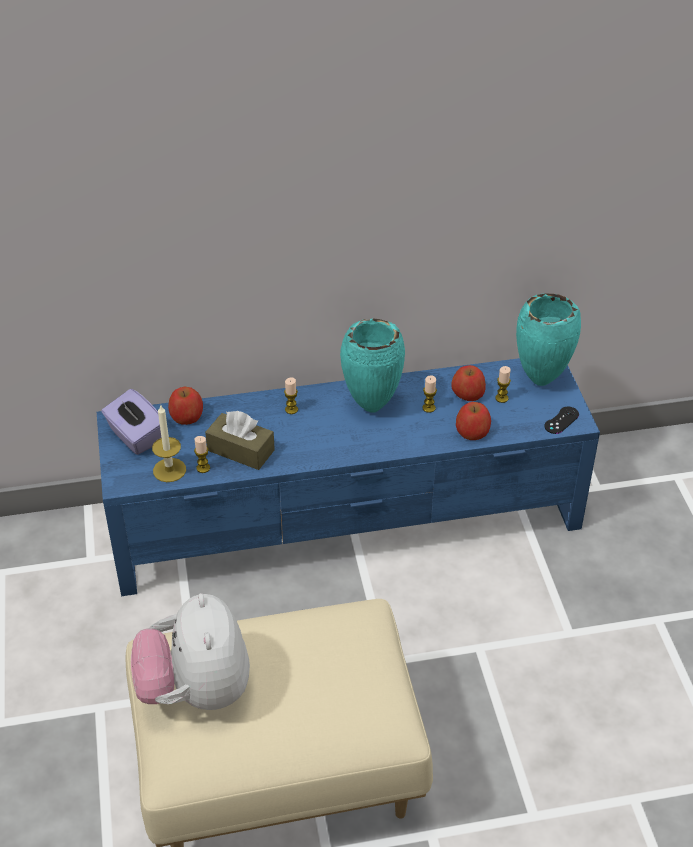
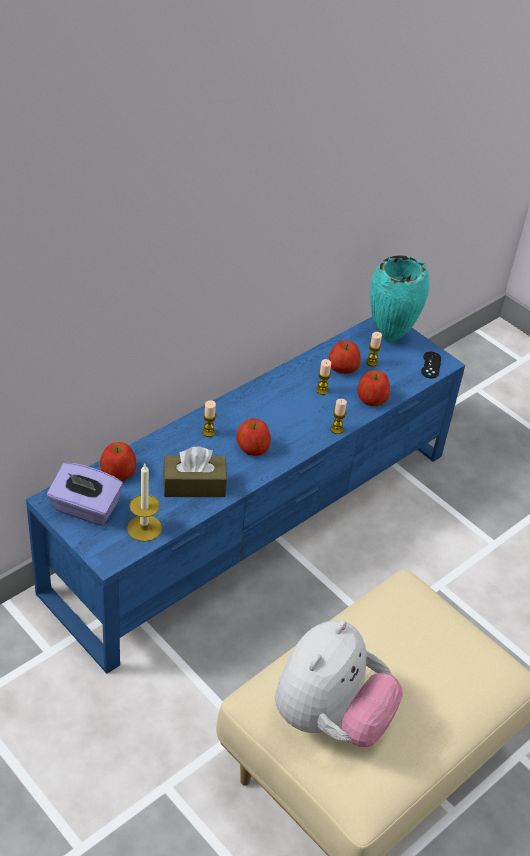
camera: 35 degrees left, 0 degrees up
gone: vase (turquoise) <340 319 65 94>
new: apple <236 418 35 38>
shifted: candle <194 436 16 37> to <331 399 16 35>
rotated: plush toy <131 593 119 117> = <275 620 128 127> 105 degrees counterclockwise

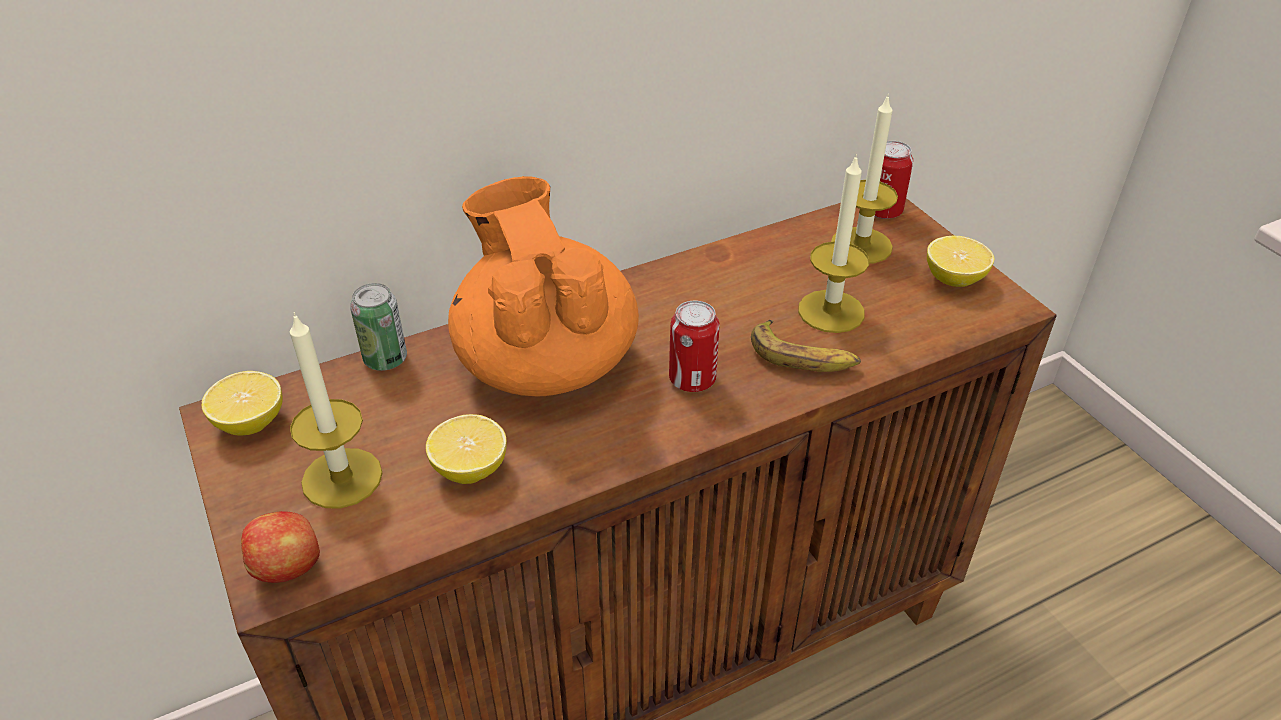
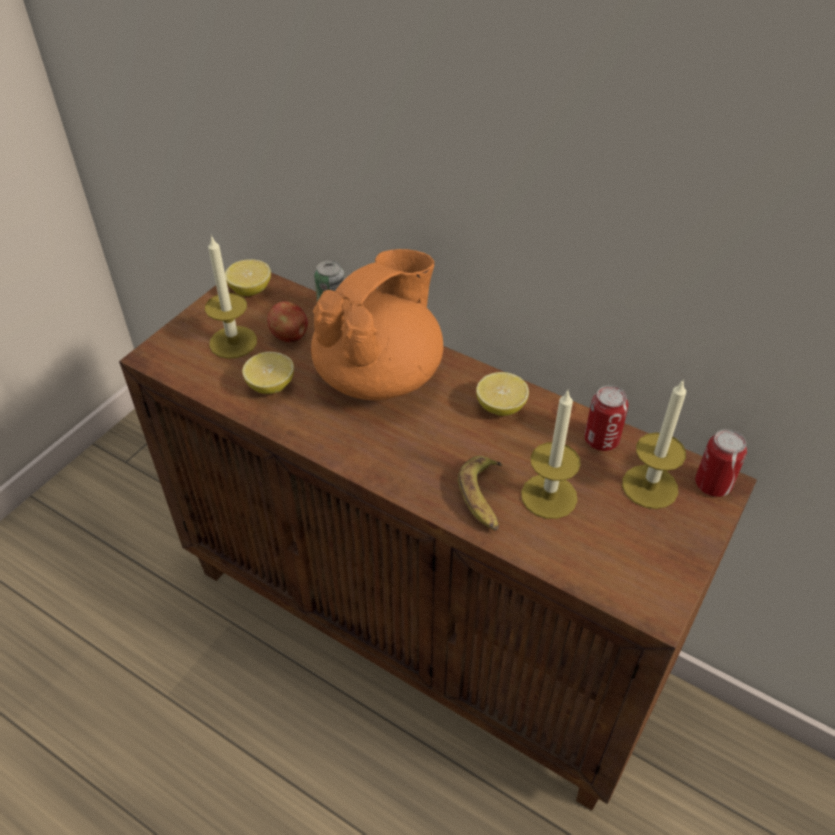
camera: 60 degrees right, 5 degrees up
shifted: lemon <927 236 67 51> to <476 372 53 44>; can <669 301 51 91> to <584 385 44 66>; apple <241 511 79 72> to <267 302 41 40>

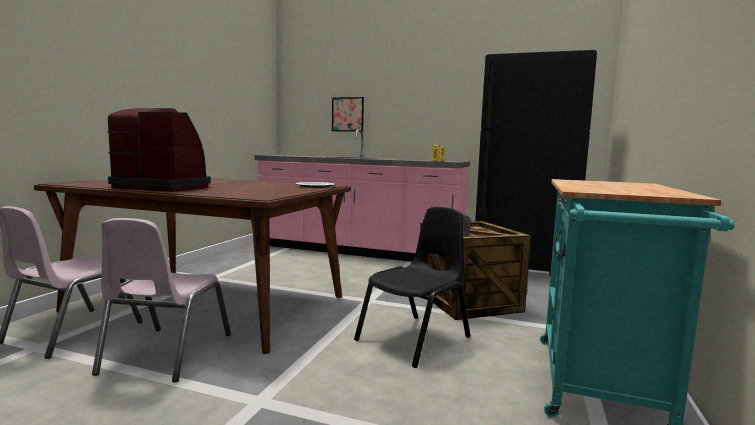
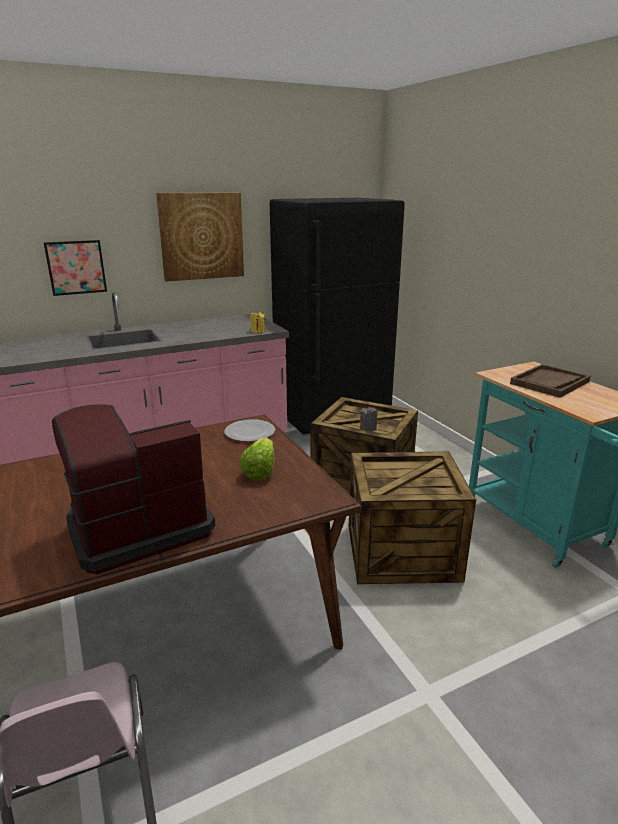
camera: 45 degrees left, 15 degrees up
gone: chair (pink) <92 218 139 164>
new: picture <156 192 88 89>; tray (brown) <510 364 81 34>; lettuce <240 438 34 43>
swapped: chair (black) <354 207 116 161> to crate <349 452 127 132>

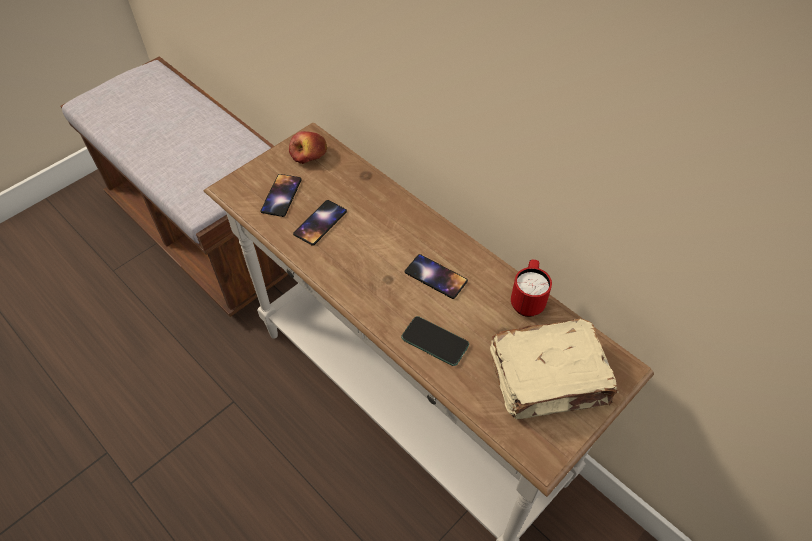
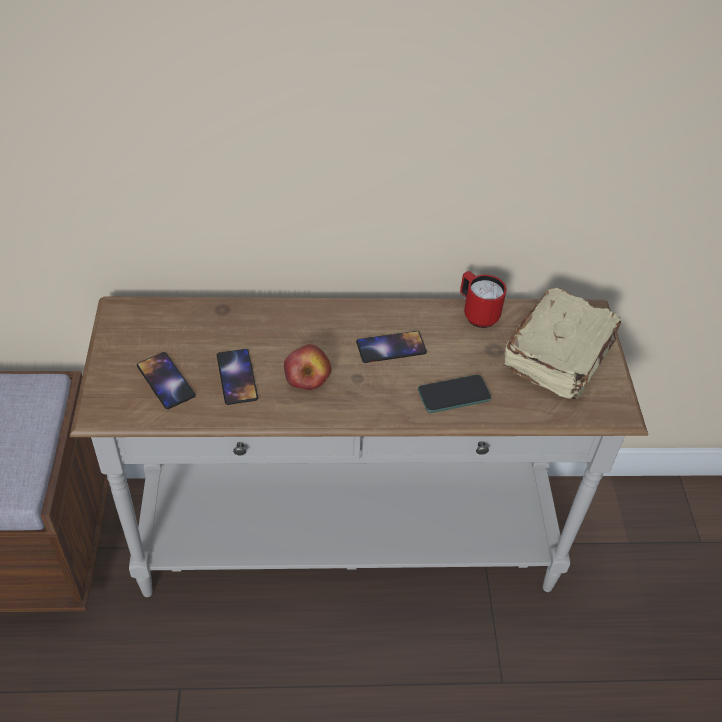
camera: 50 degrees left, 5 degrees down
shifted: apple <289 131 38 33> to <284 344 48 46>

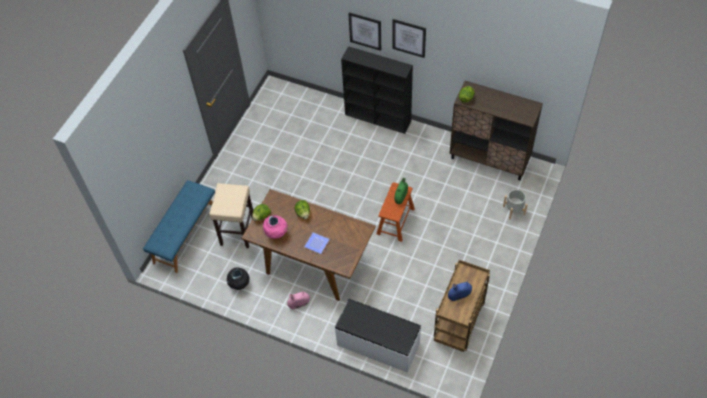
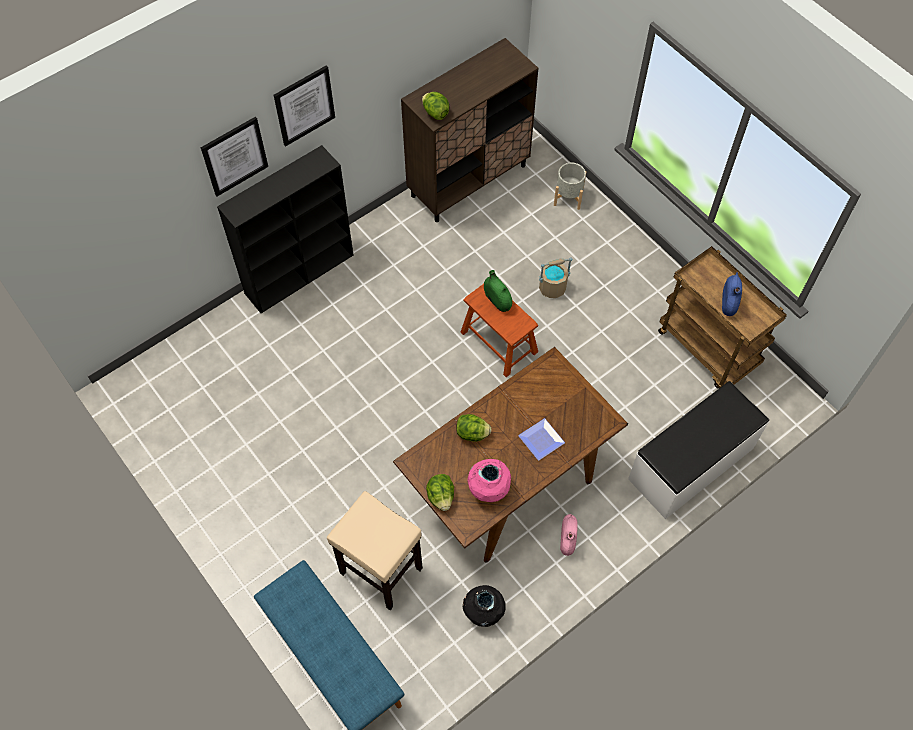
camera: 65 degrees left, 5 degrees up
new: bucket (beige) <539 258 34 40>

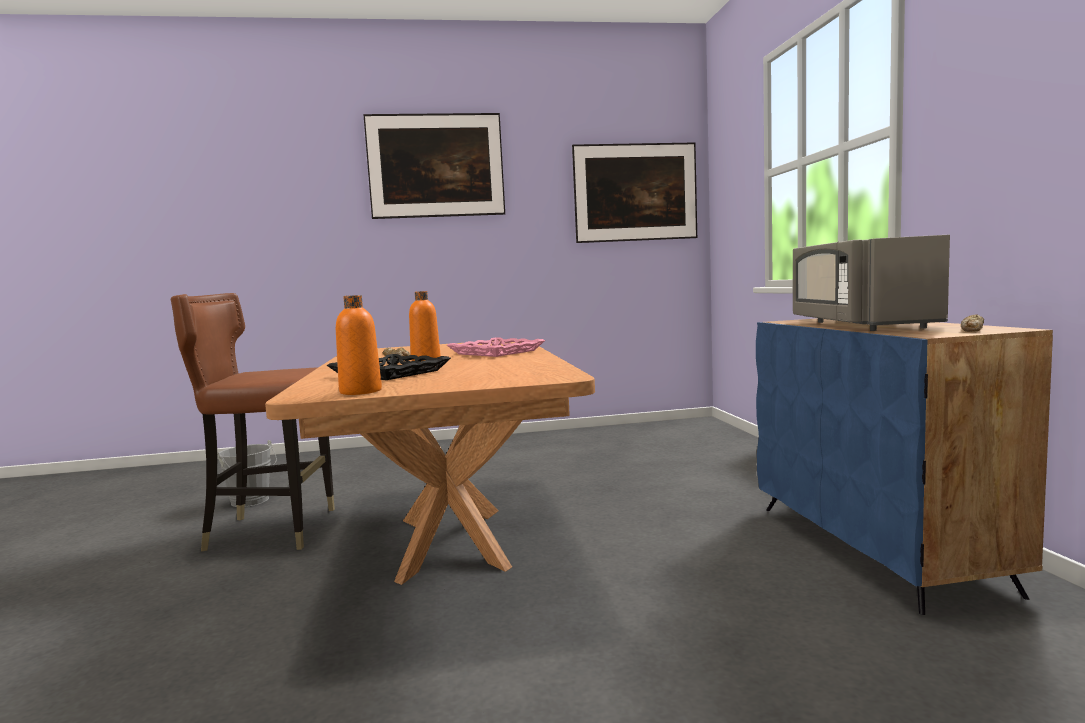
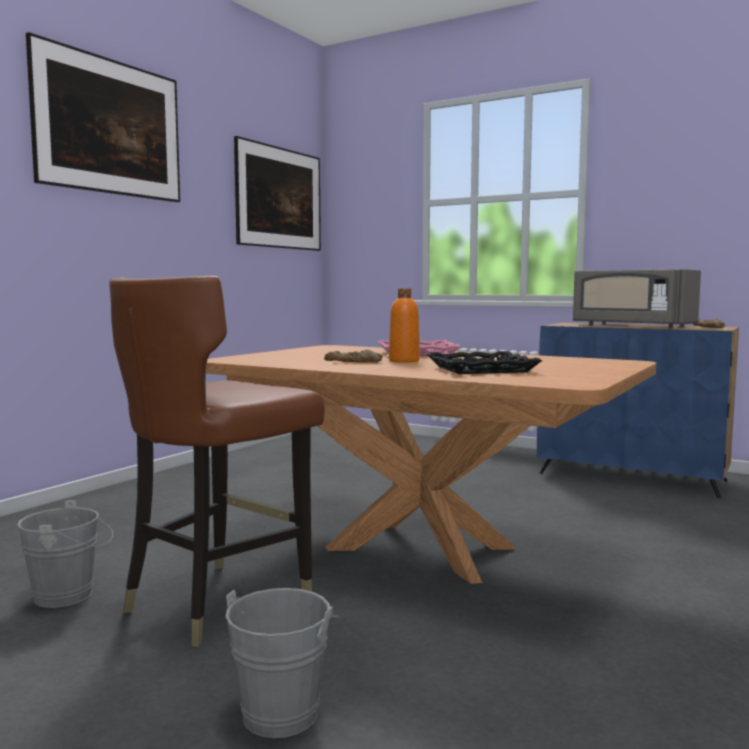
camera: 50 degrees left, 0 degrees up
gone: bottle (orange) <336 295 46 100>
new: bucket (grey) <225 588 116 150>

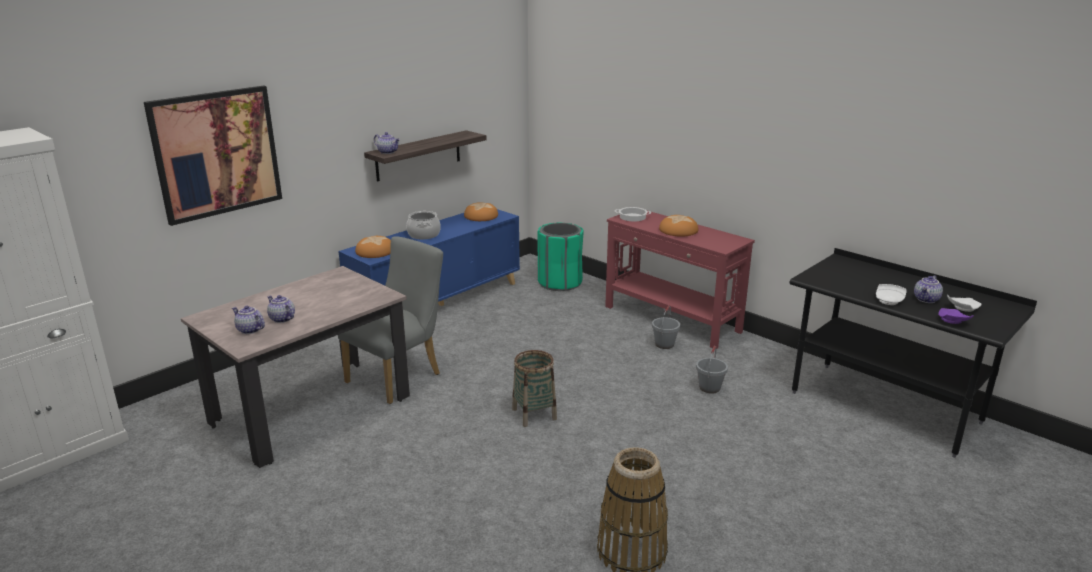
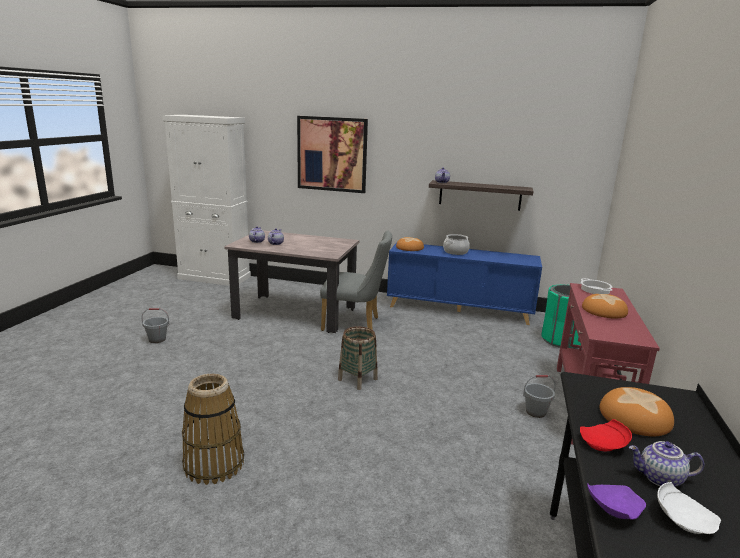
camera: 60 degrees right, 5 degrees down
shifted: bread <464 202 34 19> to <600 387 74 49>; bucket (grey) <696 346 32 48> to <141 308 28 35>
repainted: plate (white) <876 284 30 21> to plate (red) <580 419 52 32>

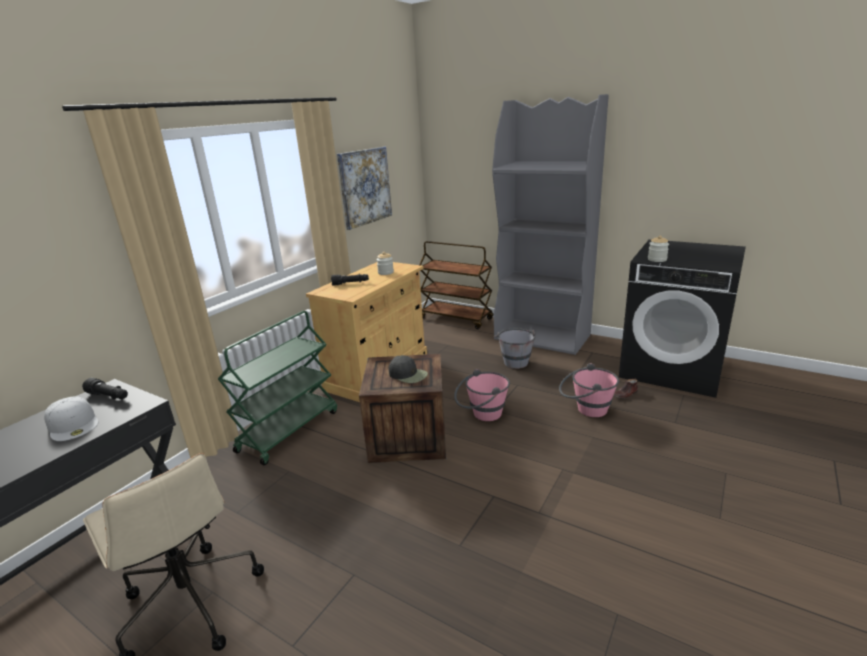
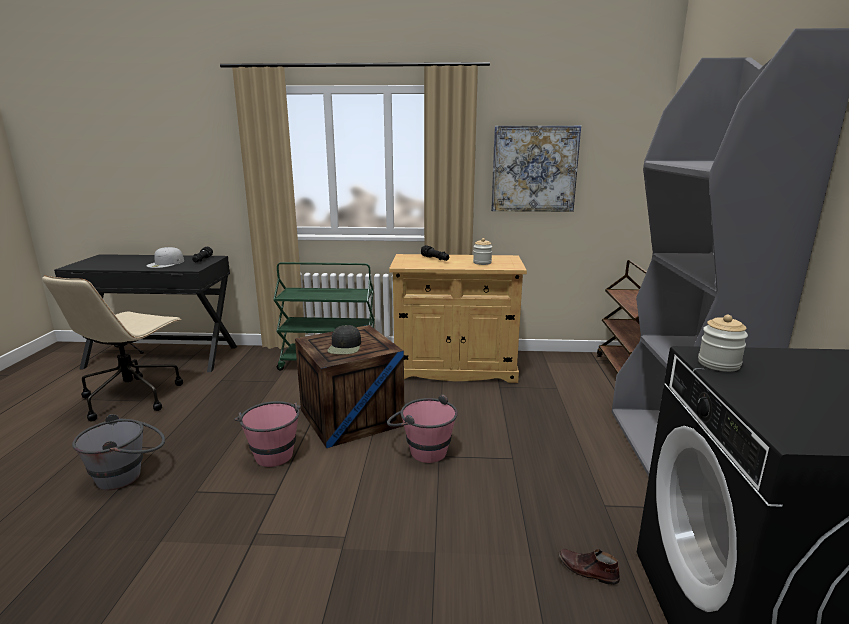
camera: 60 degrees right, 5 degrees down
shifted: bucket (grey) <494 328 42 41> to <72 414 93 76>; bucket (pink) <559 363 60 54> to <234 401 67 66>

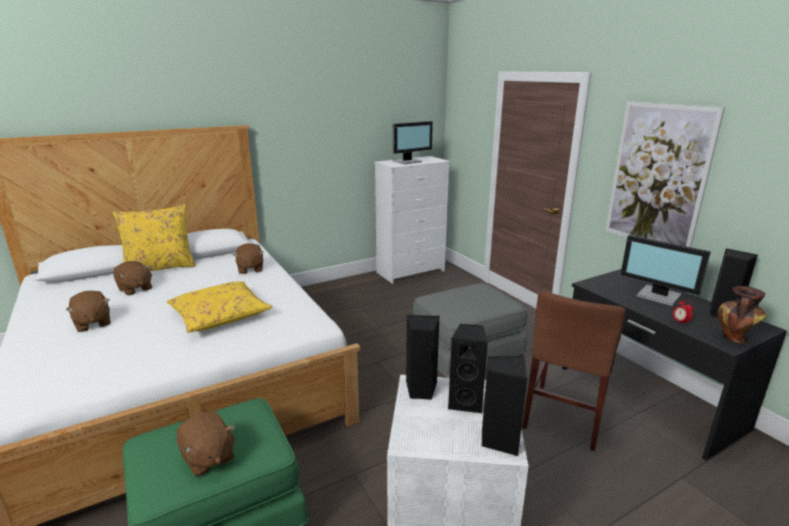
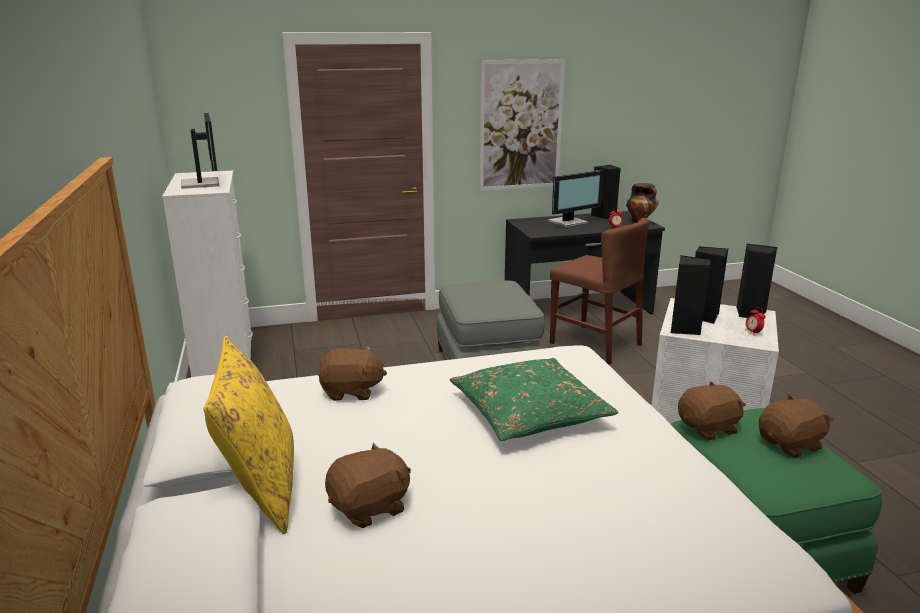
camera: 75 degrees left, 0 degrees up
new: alarm clock <745 307 21 26>
shifted: plush toy (brown) <66 291 44 41> to <678 381 68 59>
repainted: pillow (yellow) <167 281 106 51> to pillow (green) <450 358 168 83>

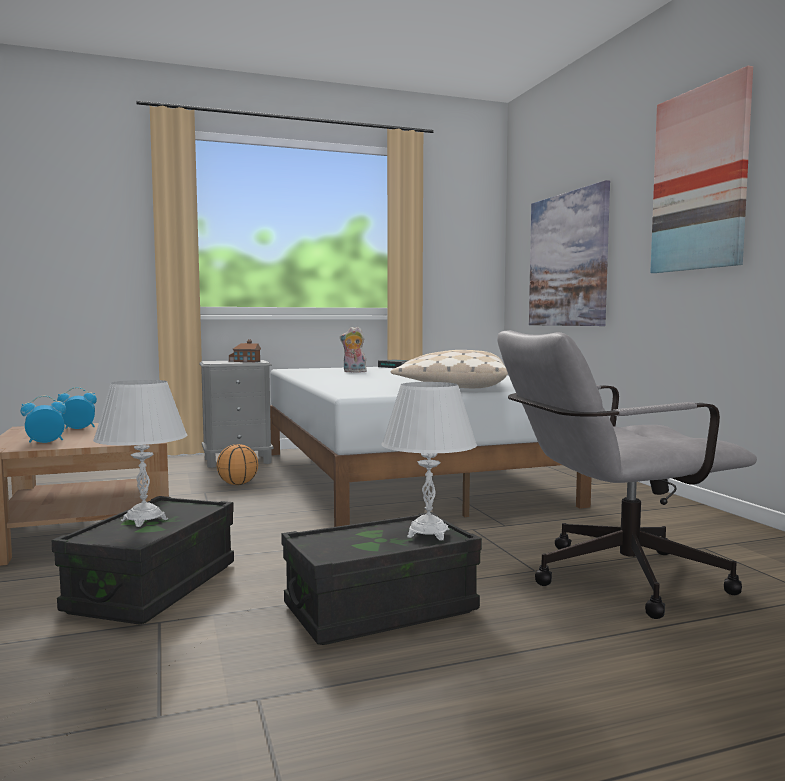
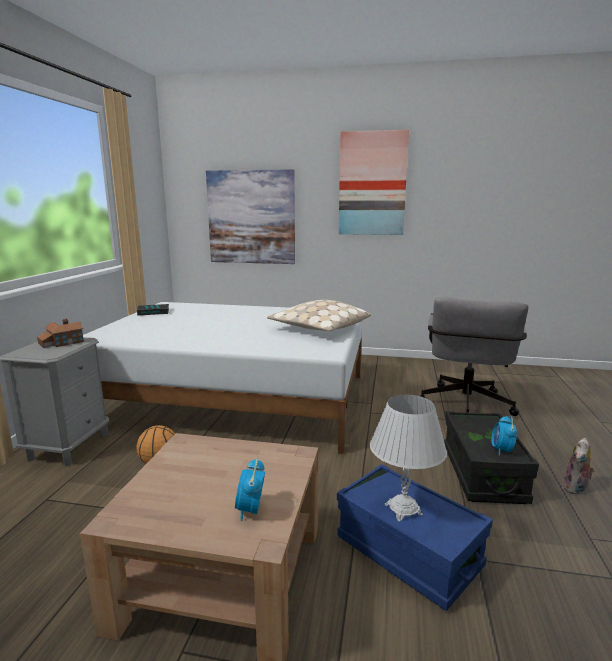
camera: 60 degrees left, 10 degrees up
gone: table lamp (white) <381 382 96 158>
shifted: plush toy <340 327 28 45> to <563 438 32 57>; alarm clock <57 387 40 42> to <492 416 25 39>
repainted: storage box (black) <52 496 182 129> to storage box (blue) <337 464 156 147>

